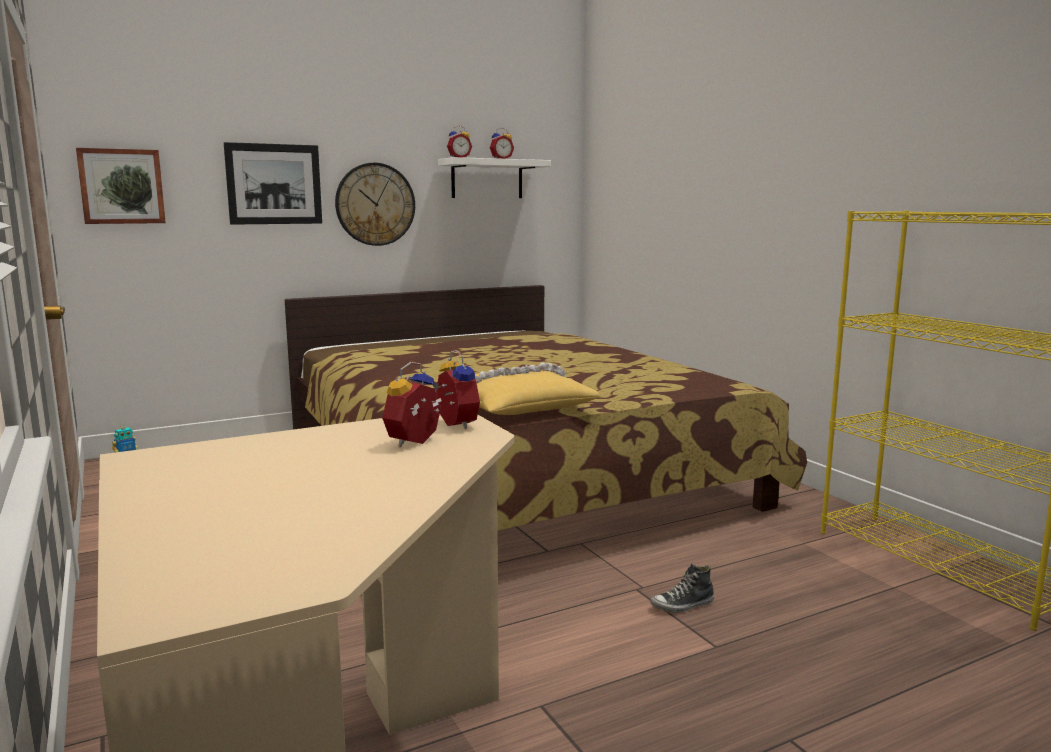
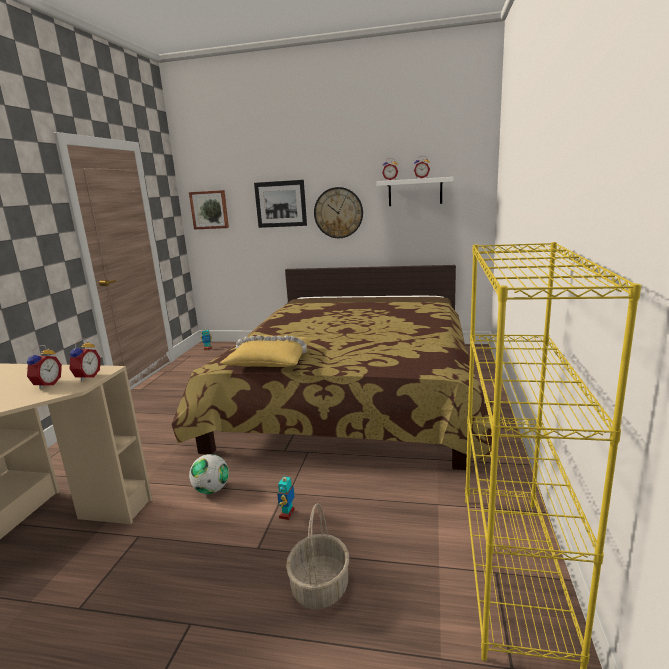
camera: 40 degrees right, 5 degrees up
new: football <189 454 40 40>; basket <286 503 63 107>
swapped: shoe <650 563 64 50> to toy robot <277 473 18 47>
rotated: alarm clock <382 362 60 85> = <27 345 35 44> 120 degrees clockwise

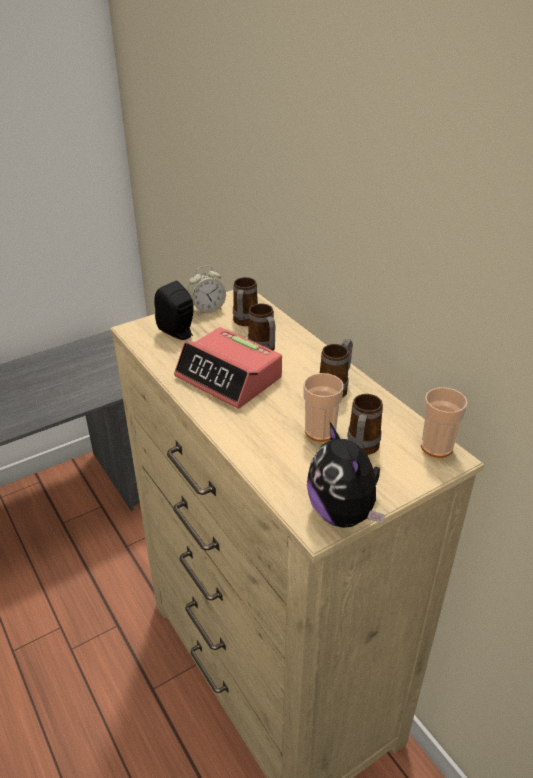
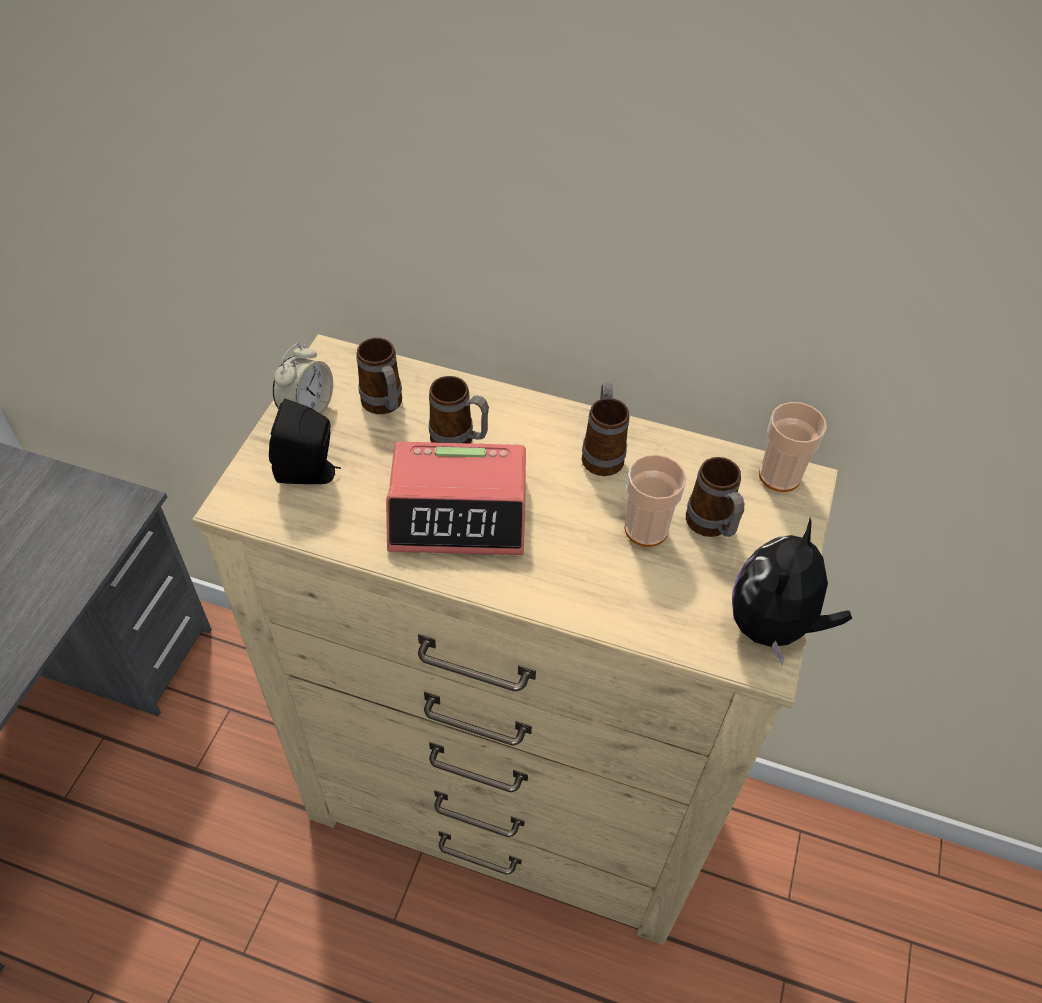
camera: 40 degrees left, 15 degrees up
rotated: plush toy <307 423 78 105> = <732 518 120 147> 90 degrees clockwise

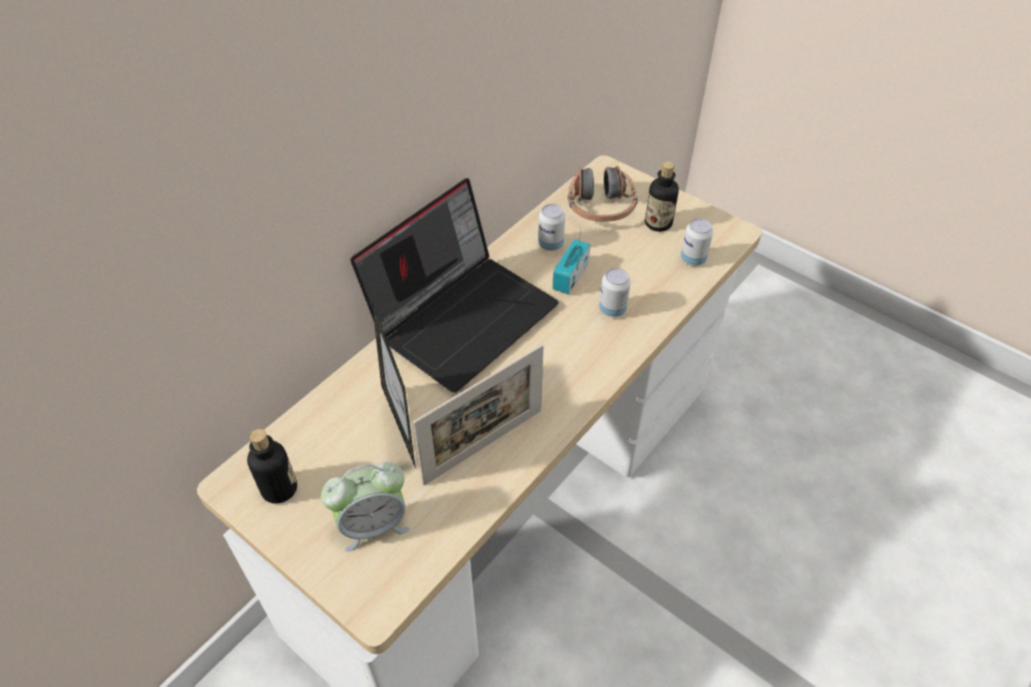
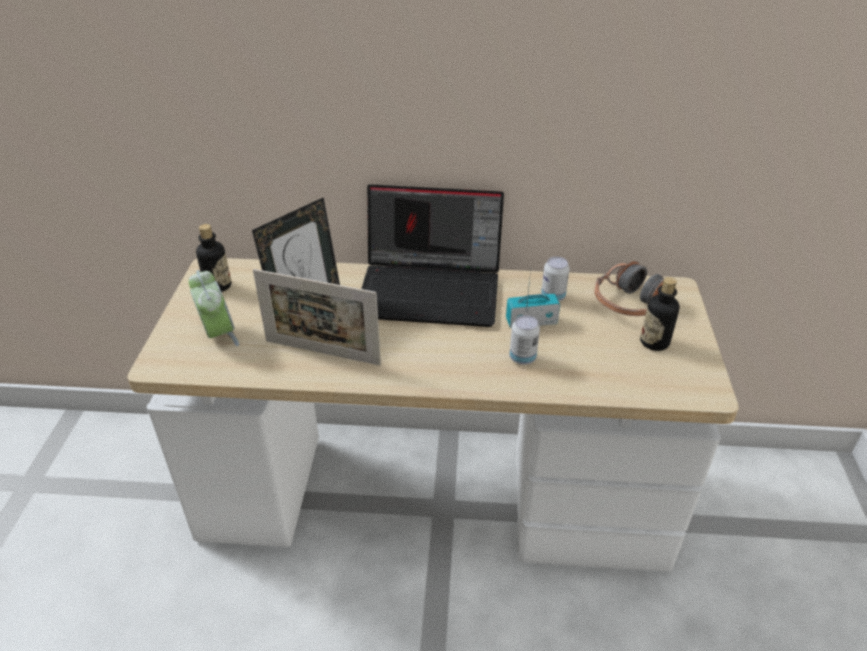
camera: 55 degrees right, 10 degrees down
gone: can <681 218 32 48>
rotated: alarm clock <321 462 89 90> = <189 270 50 76> 150 degrees counterclockwise

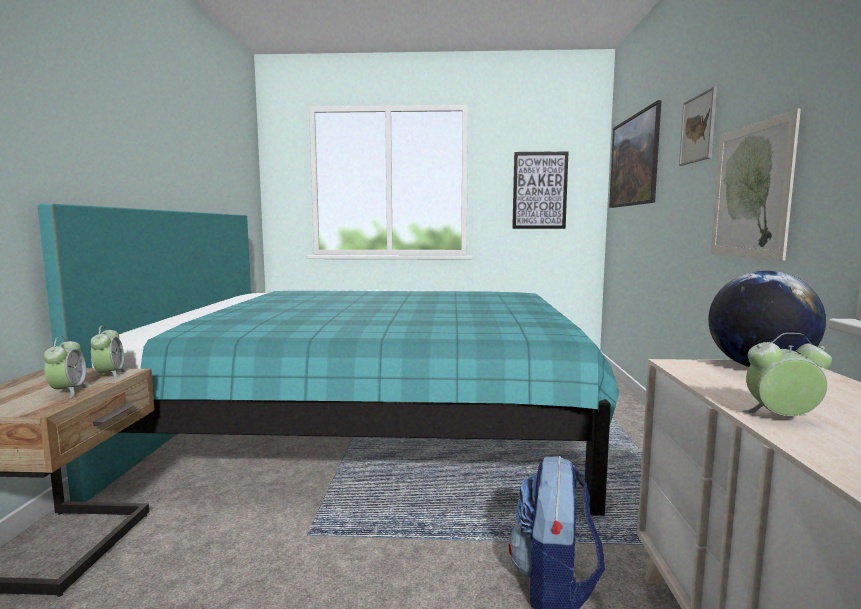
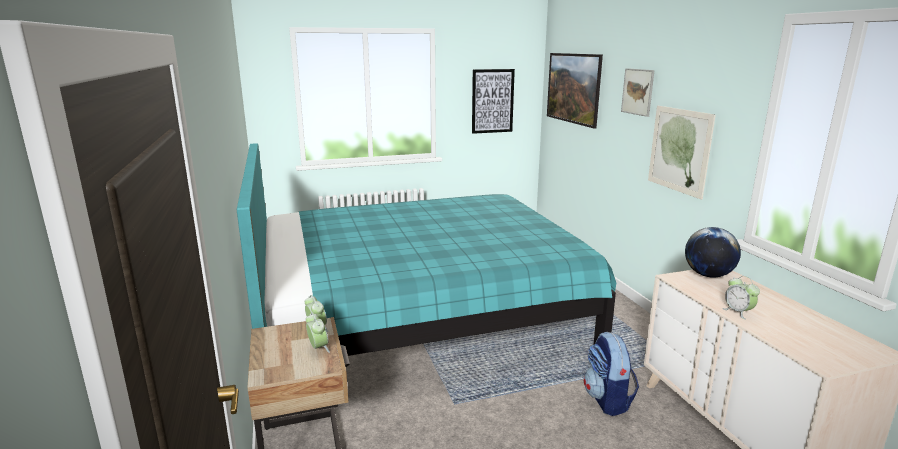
camera: 20 degrees left, 10 degrees up
rotated: alarm clock <742 333 90 83> = <722 276 38 44> 105 degrees counterclockwise

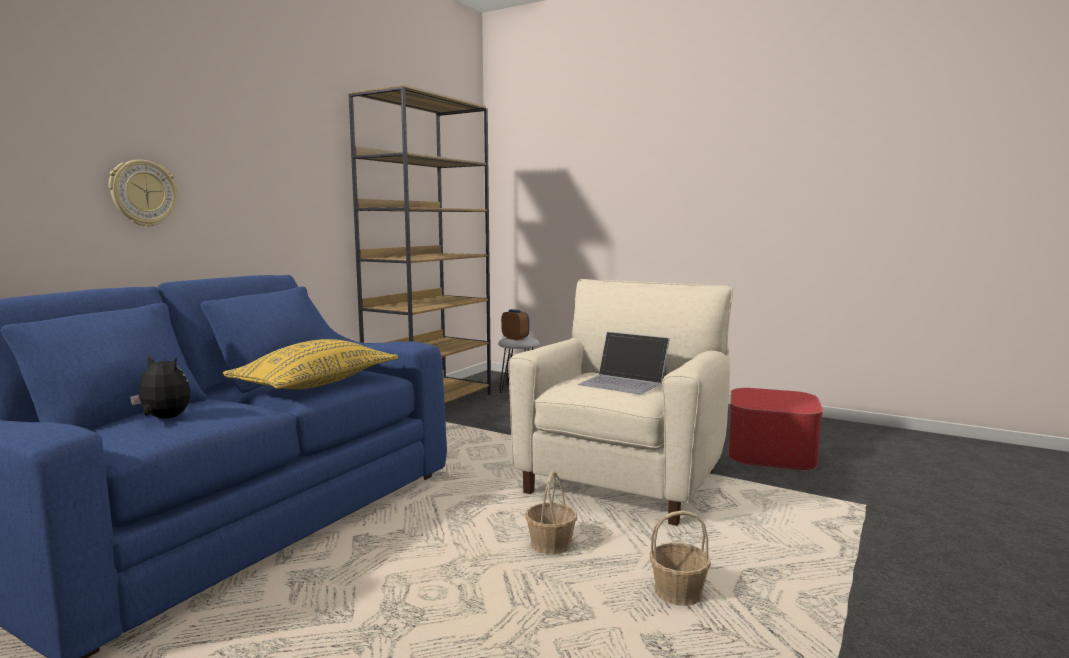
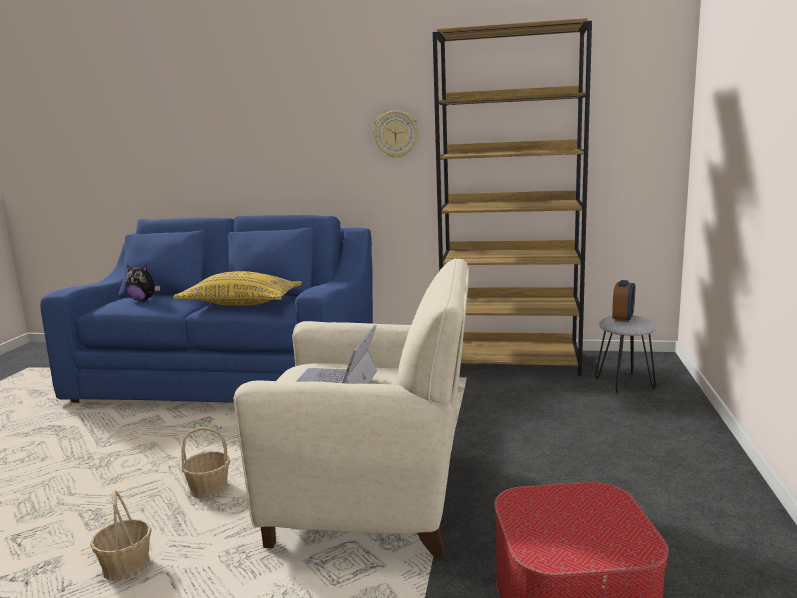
camera: 70 degrees right, 5 degrees up
shifted: wall clock <109 160 68 67> to <373 110 46 48>
rotated: plush toy <130 355 61 64> = <125 265 35 36> 105 degrees clockwise

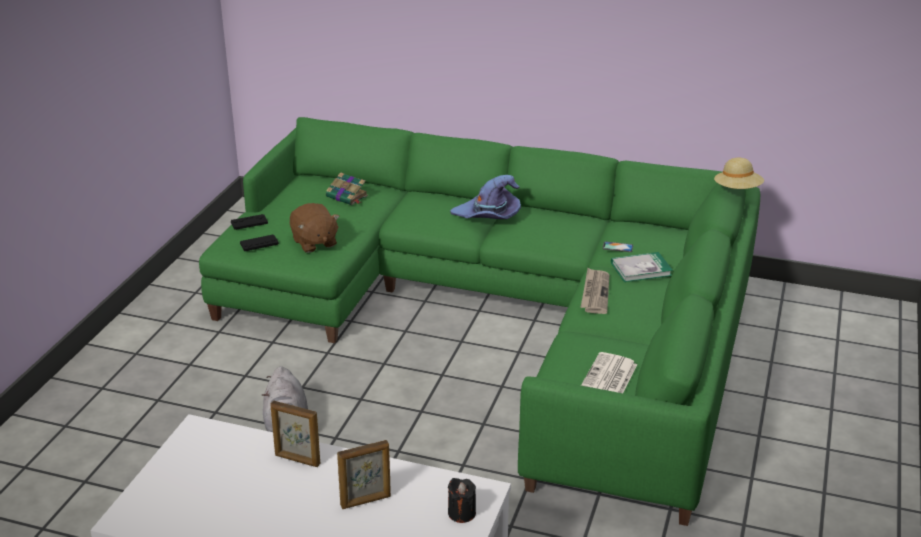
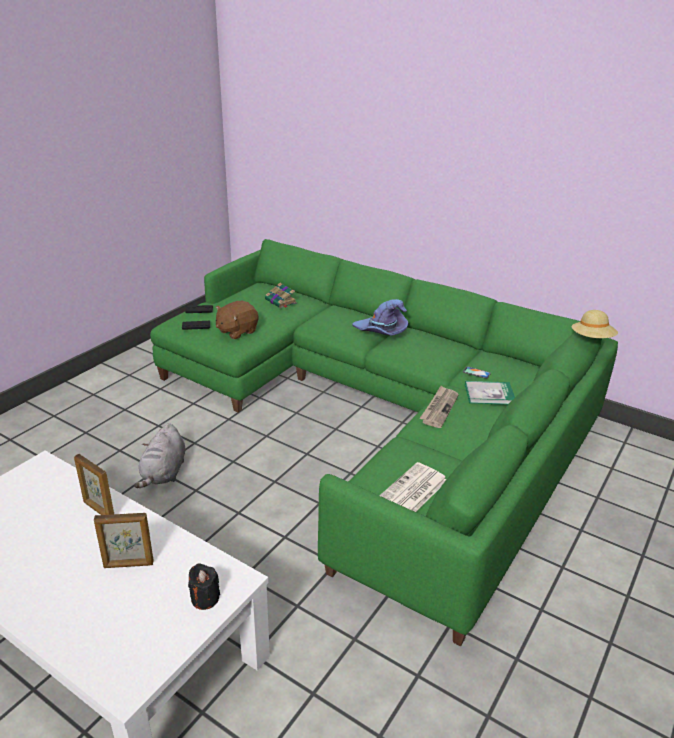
camera: 15 degrees right, 0 degrees up
rotated: plush toy (brown) <290 203 50 50> = <216 301 42 38> 60 degrees clockwise

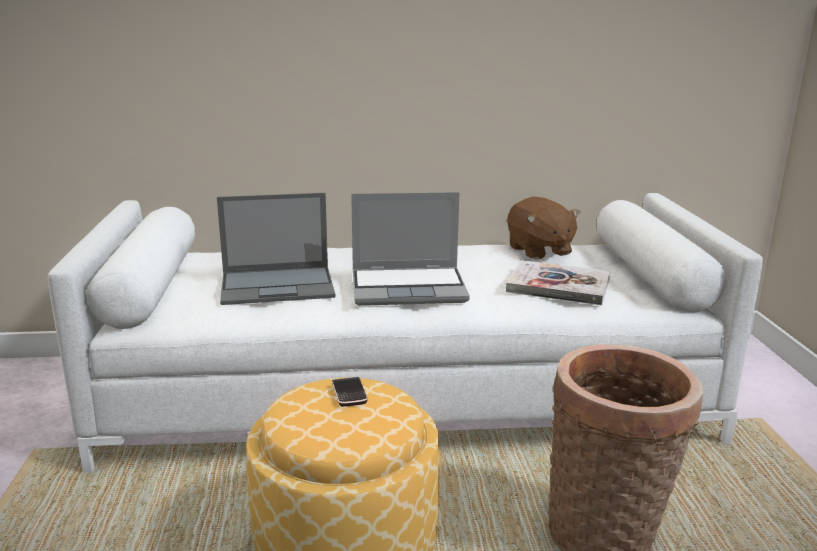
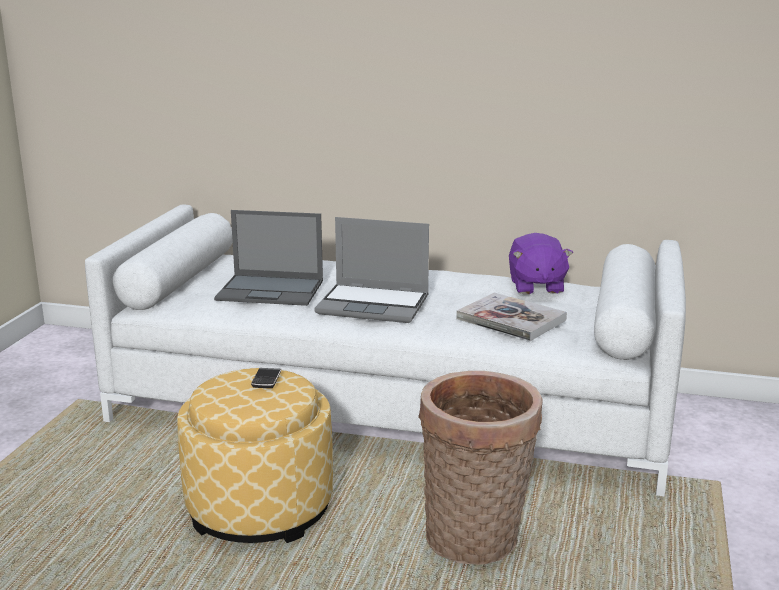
camera: 20 degrees right, 0 degrees up
repainted: plush toy (brown) <507 196 74 64> to plush toy (purple) <509 233 64 61>

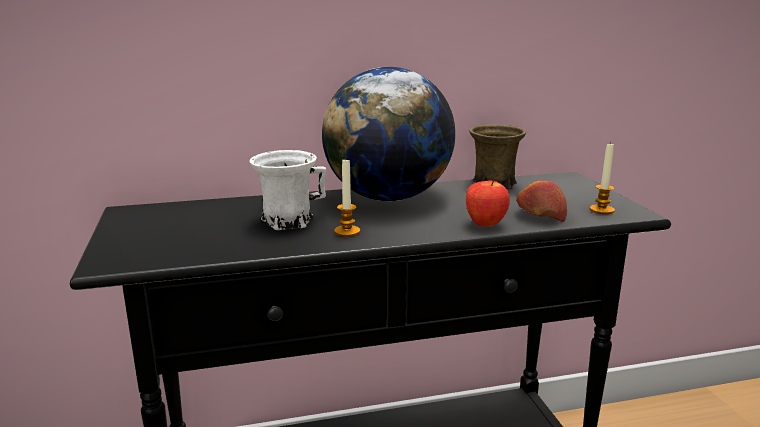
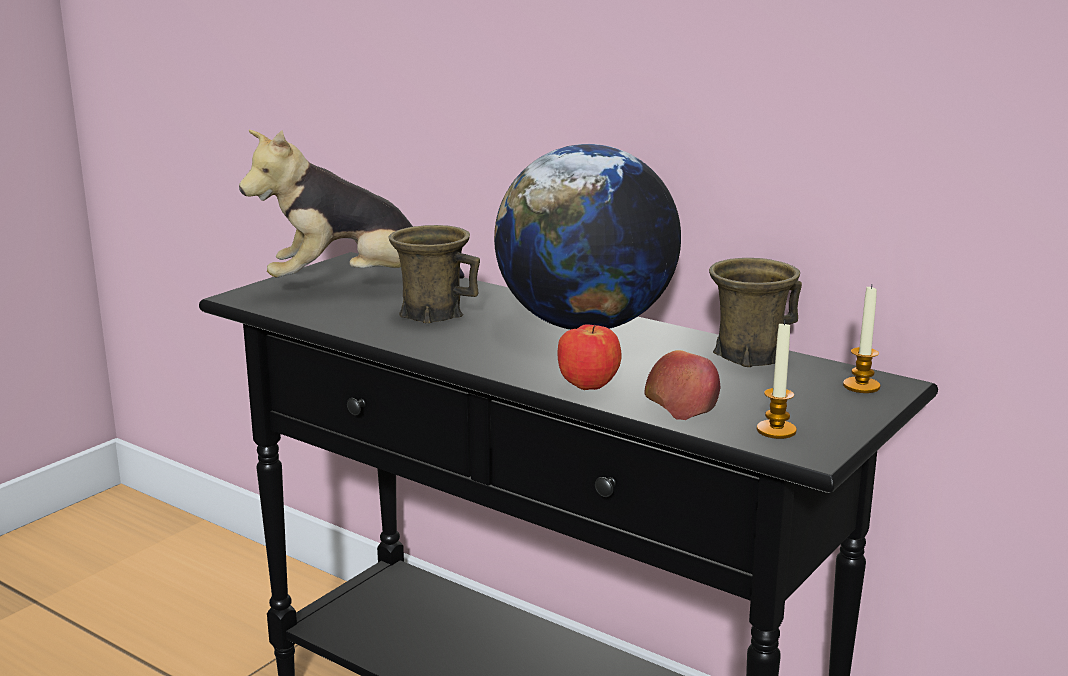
camera: 50 degrees right, 0 degrees up
new: plush toy <239 130 225 149>
shifted: candle <334 160 26 77> to <843 285 37 108>
repainted: mug (white) <249 150 77 80> to mug (brown) <388 225 92 98>

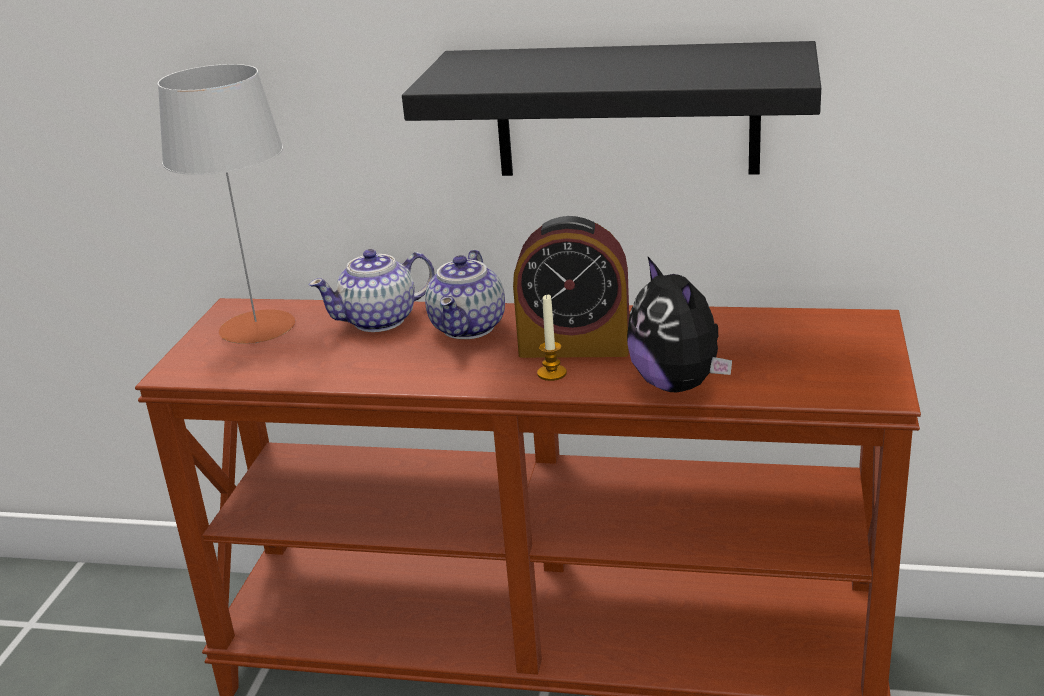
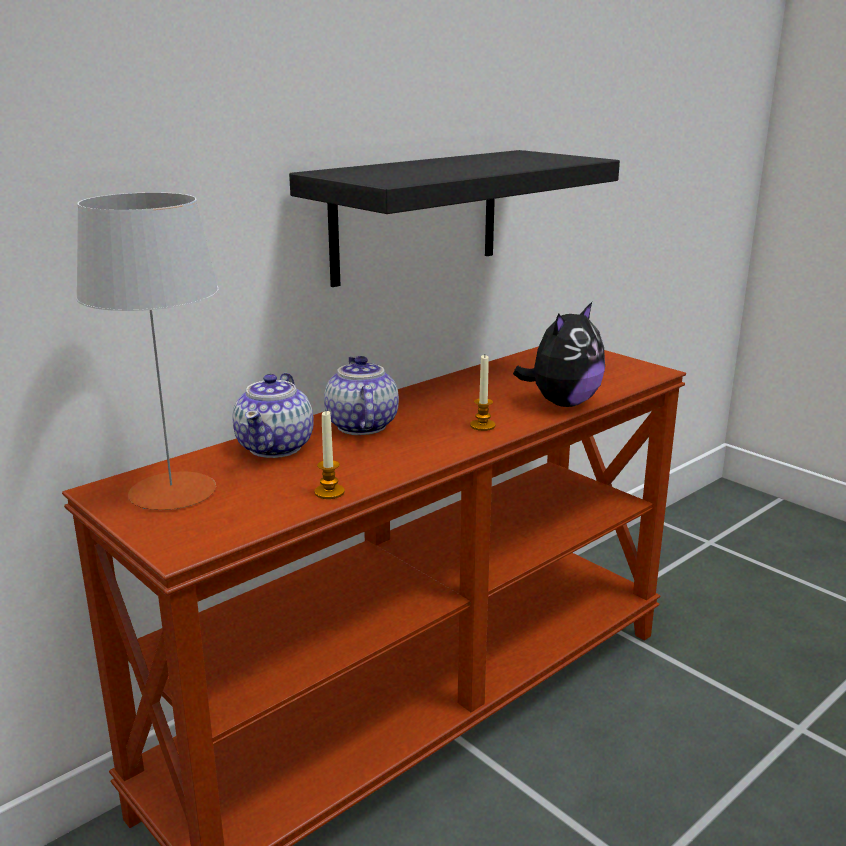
camera: 55 degrees left, 5 degrees down
gone: alarm clock <513 216 116 142>
new: candle <315 411 30 88>
rotated: teapot <425 249 80 90> = <324 356 75 79> 150 degrees counterclockwise; plush toy <627 257 105 135> = <513 302 92 105> 60 degrees counterclockwise

